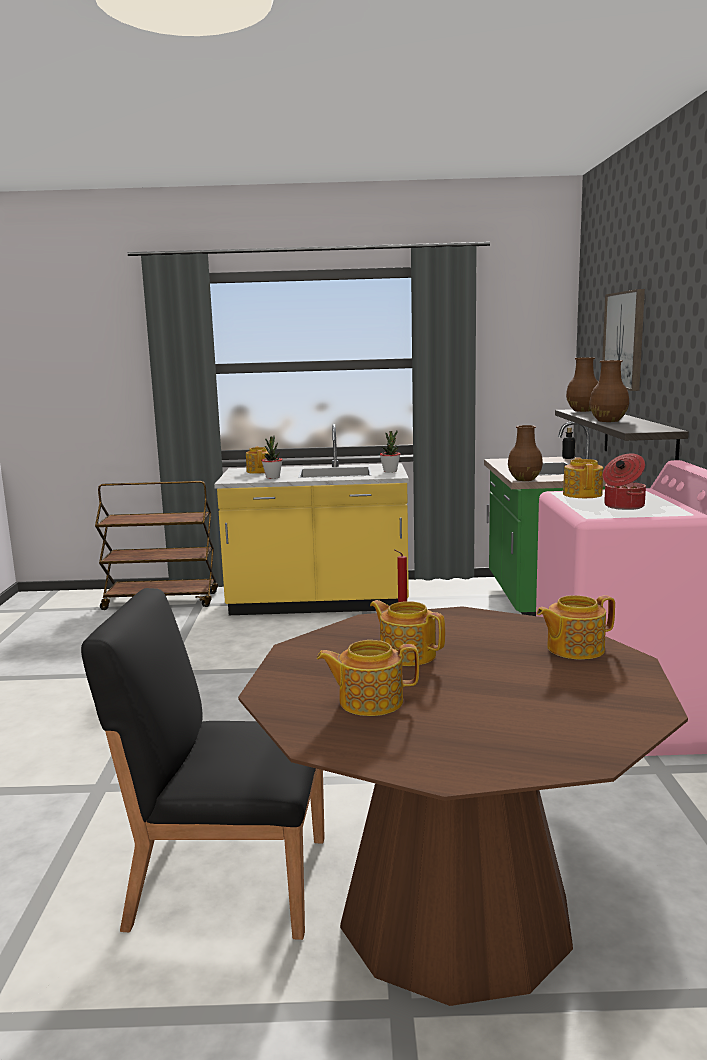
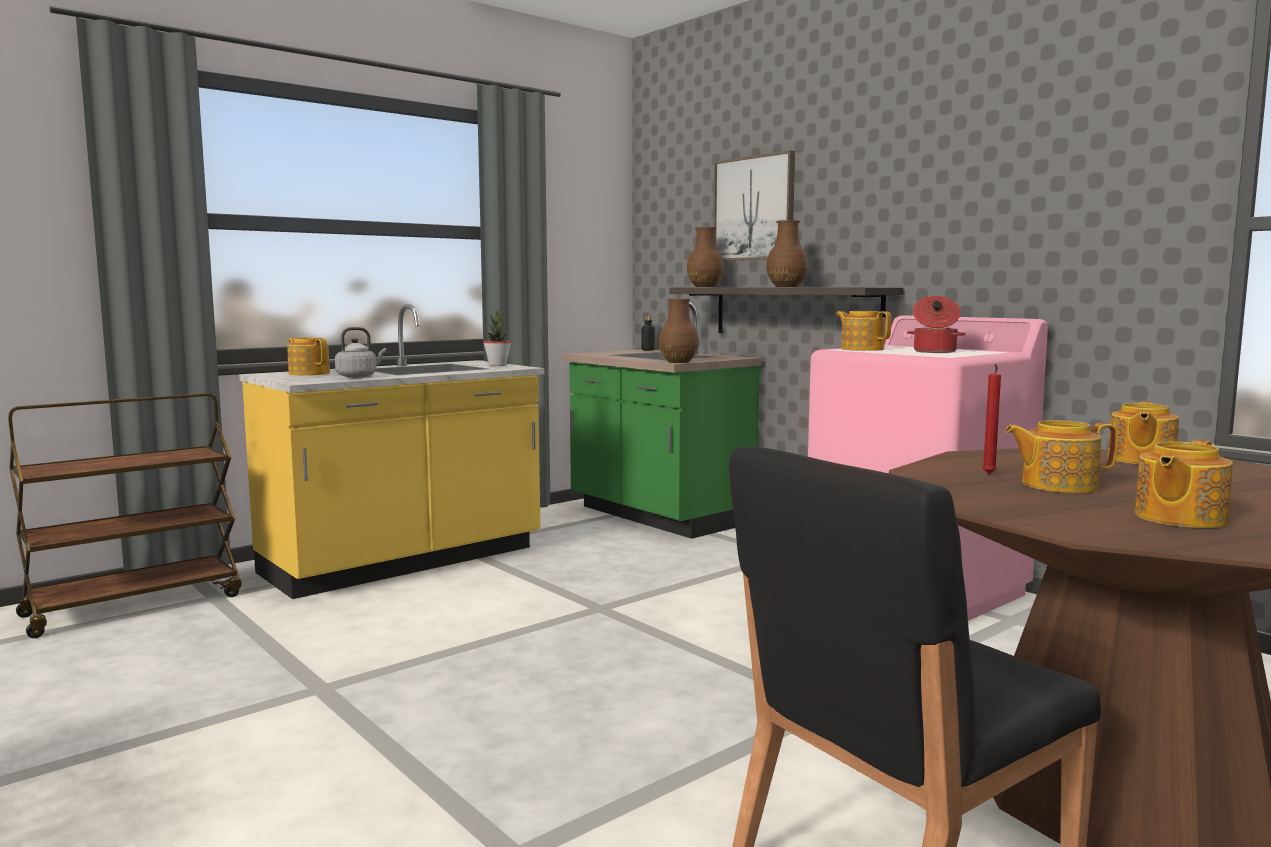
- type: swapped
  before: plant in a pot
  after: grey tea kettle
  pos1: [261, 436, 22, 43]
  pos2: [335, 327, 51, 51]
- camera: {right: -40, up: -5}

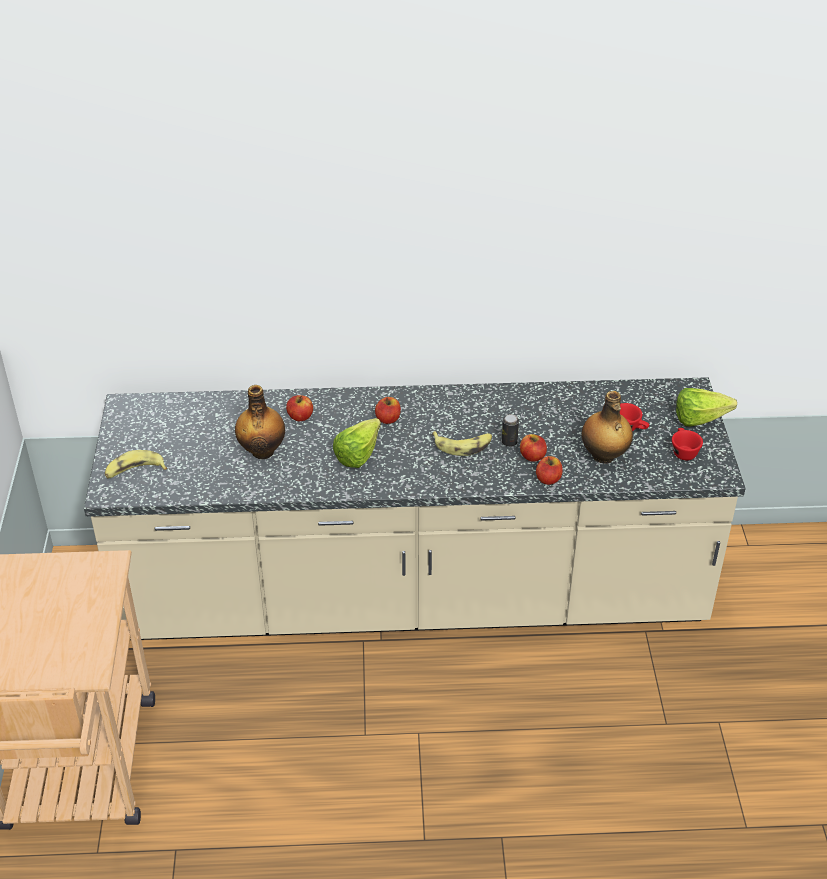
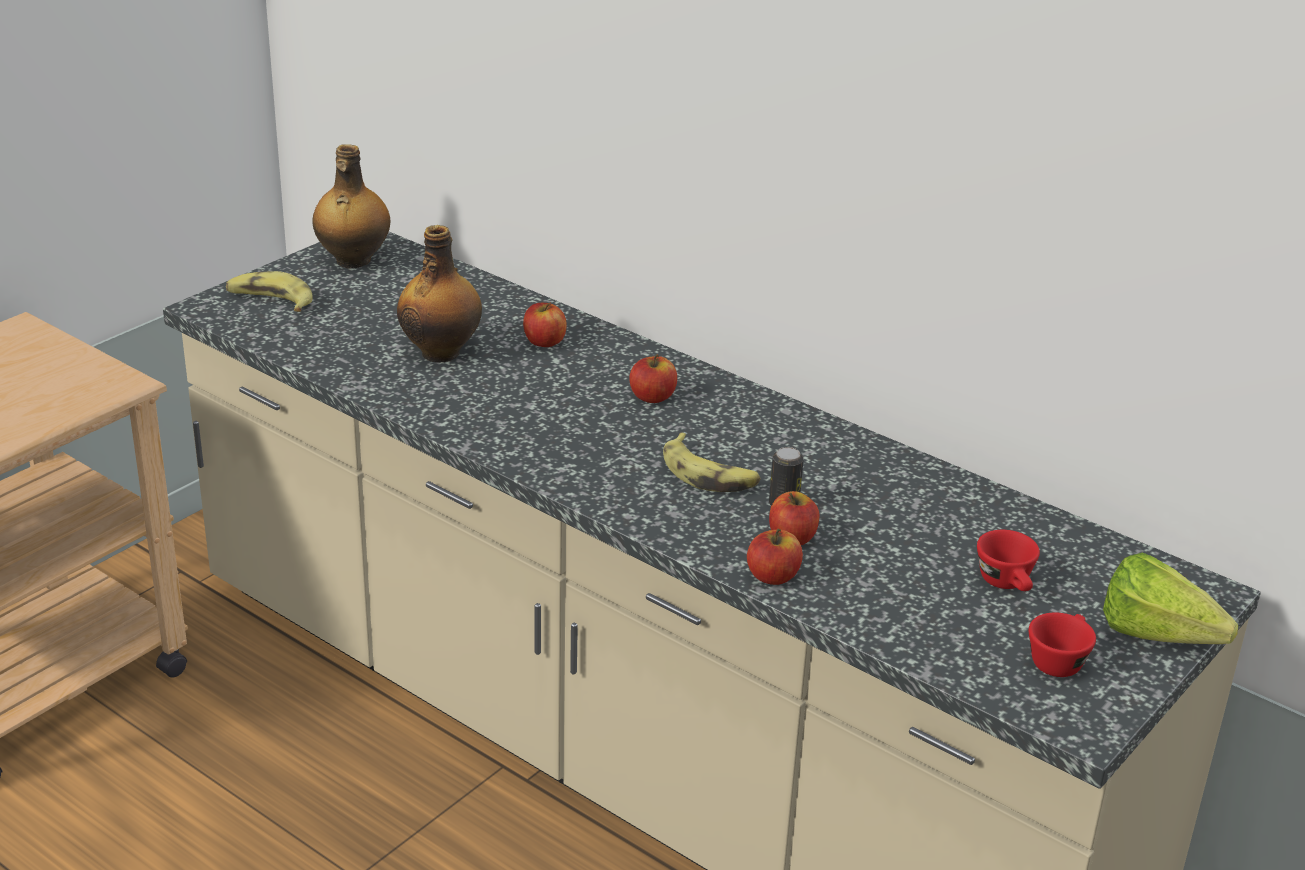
- type: shifted
  before: beverage bottle
  pos1: [582, 391, 51, 72]
  pos2: [312, 144, 78, 124]
- type: gone
  before: lettuce
  pos1: [333, 418, 48, 50]
- camera: {right: 40, up: -10}

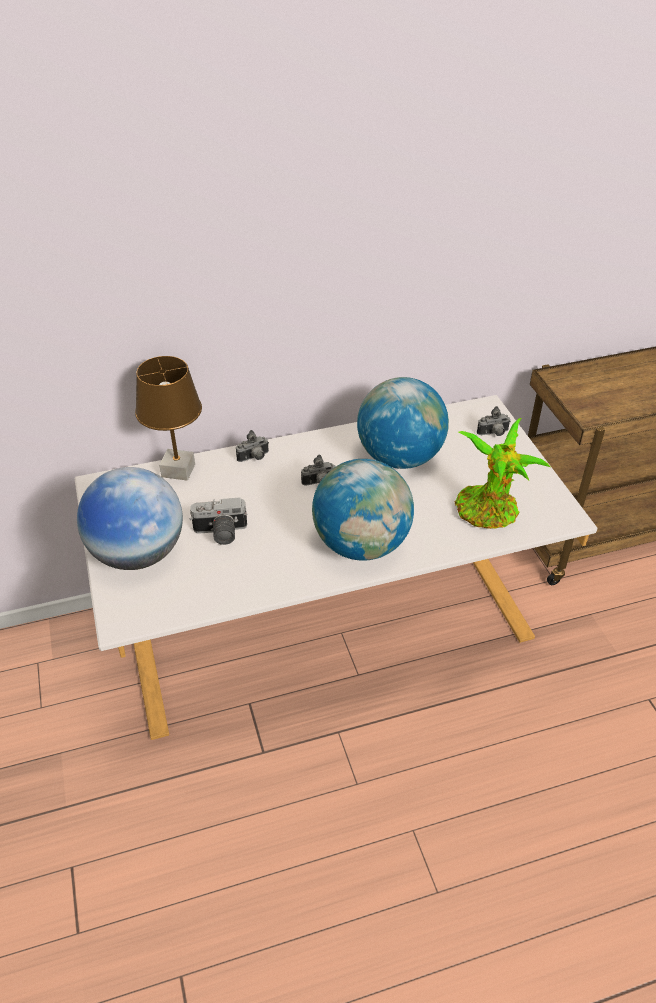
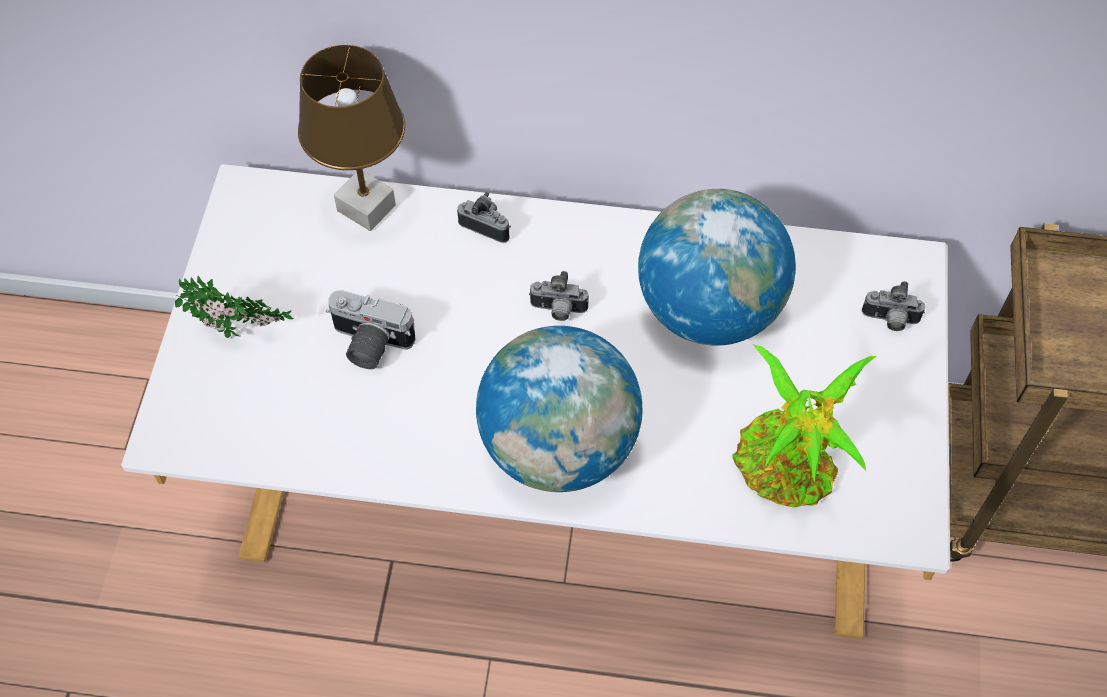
- type: rotated
  before: photo camera
  pos1: [236, 430, 33, 32]
  pos2: [457, 192, 54, 51]
  turn: -150
- type: swapped
  before: globe
  after: plant in a pot
  pos1: [77, 467, 106, 103]
  pos2: [175, 276, 119, 62]
- camera: {right: 25, up: 15}

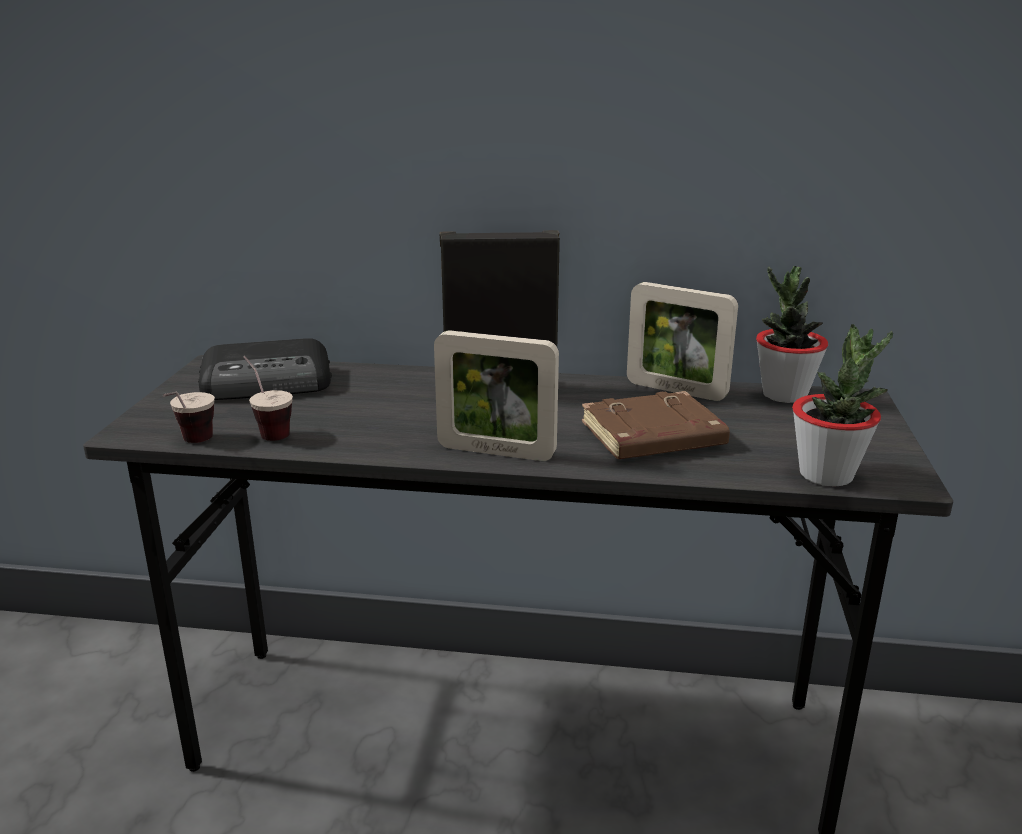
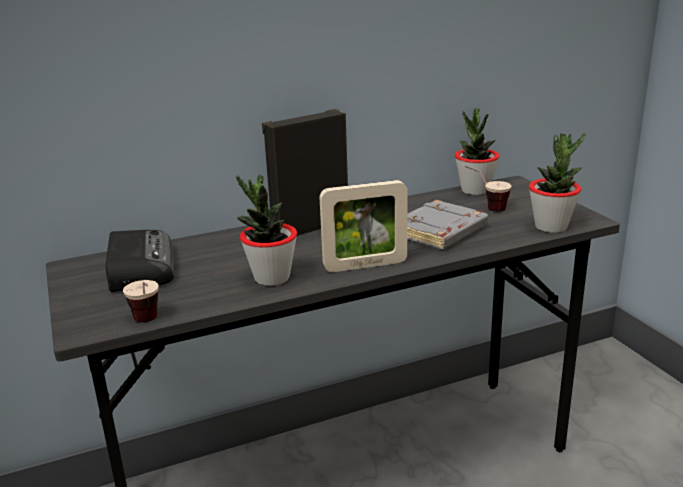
- type: gone
  before: standing frame
  pos1: [627, 282, 111, 119]
- type: rotated
  before: radio
  pos1: [198, 338, 134, 62]
  pos2: [106, 230, 68, 62]
  turn: -60
- type: shifted
  before: small cup
  pos1: [243, 356, 50, 85]
  pos2: [465, 166, 47, 46]
- type: repainted
  before: brownish book
  after: grey book
  pos1: [582, 391, 148, 68]
  pos2: [407, 200, 81, 49]
- type: new
  after: plant in a pot
  pos2: [236, 174, 61, 112]
- camera: {right: -30, up: 0}

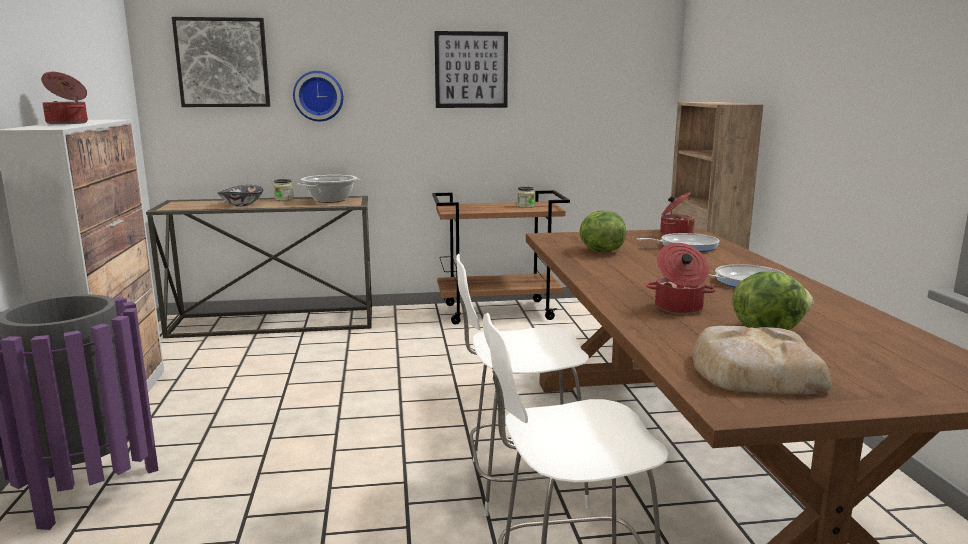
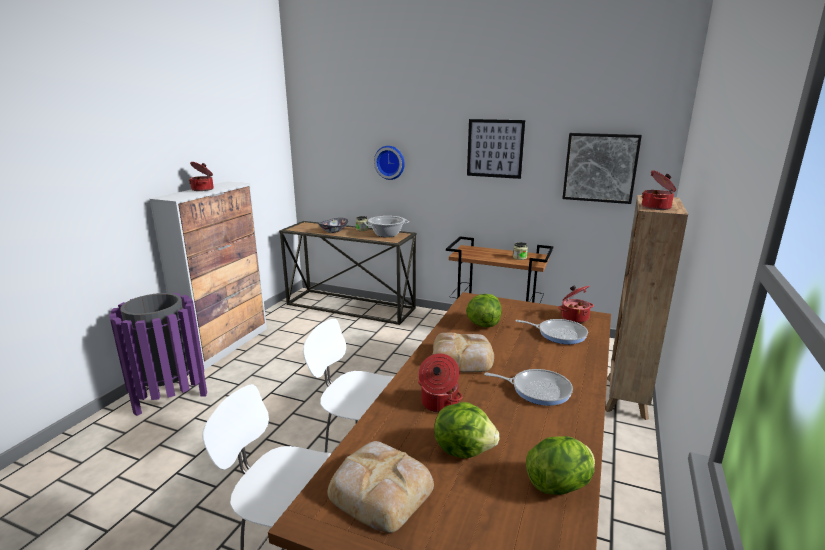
- type: shifted
  before: picture
  pos1: [172, 17, 98, 90]
  pos2: [562, 133, 80, 71]
- type: new
  after: saucepot
  pos2: [642, 170, 34, 40]
- type: new
  after: baked bread
  pos2: [432, 333, 62, 39]
- type: new
  after: lettuce
  pos2: [526, 436, 69, 59]
- camera: {right: 30, up: 5}

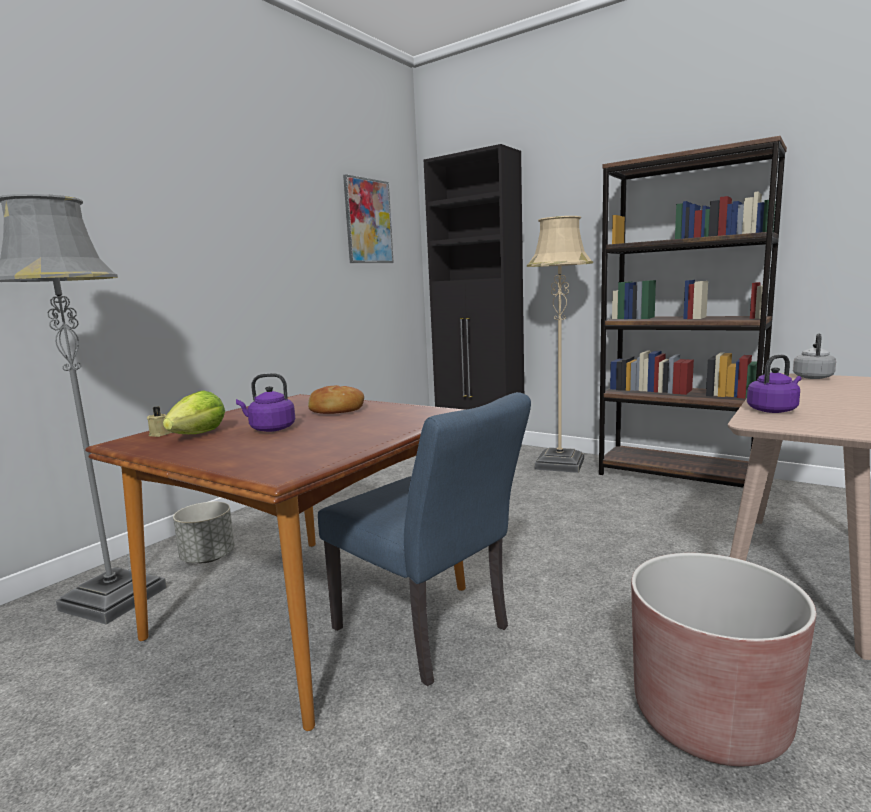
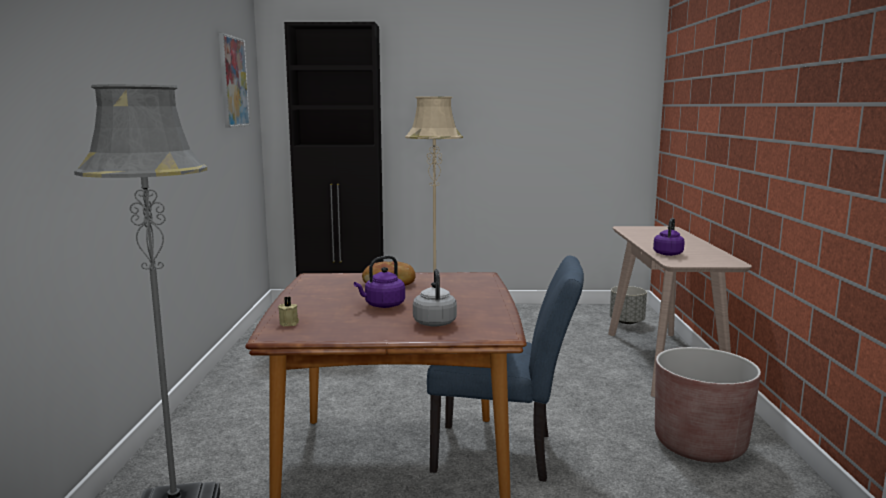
- type: gone
  before: brownish bookcase
  pos1: [599, 136, 188, 352]
- type: shifted
  before: grey tea kettle
  pos1: [793, 333, 43, 46]
  pos2: [413, 269, 44, 58]
- type: gone
  before: lettuce
  pos1: [163, 390, 62, 44]
- type: shifted
  before: grey planter
  pos1: [173, 502, 62, 61]
  pos2: [610, 286, 37, 38]
- camera: {right: -35, up: 0}

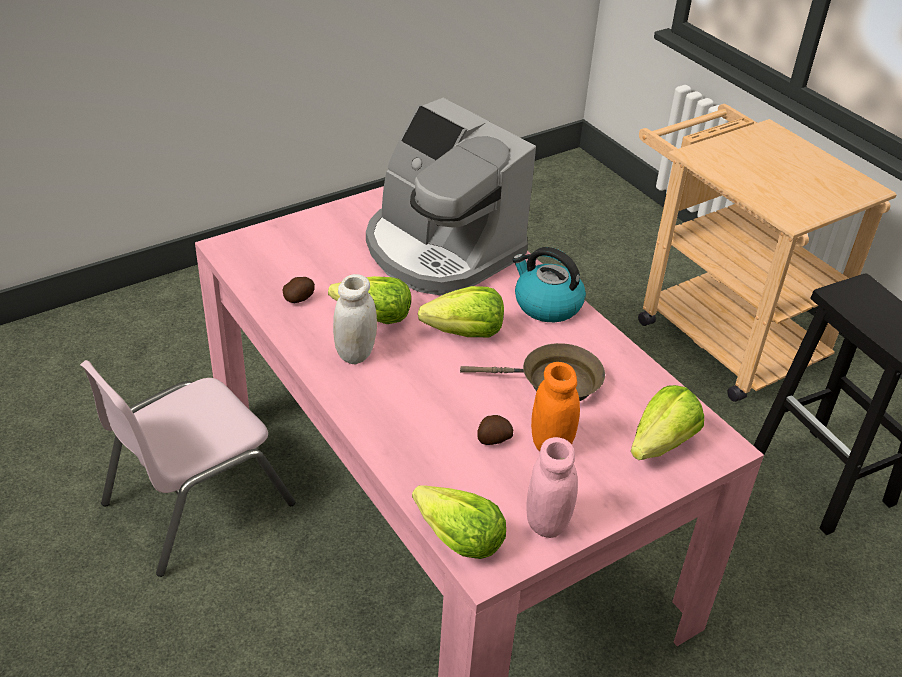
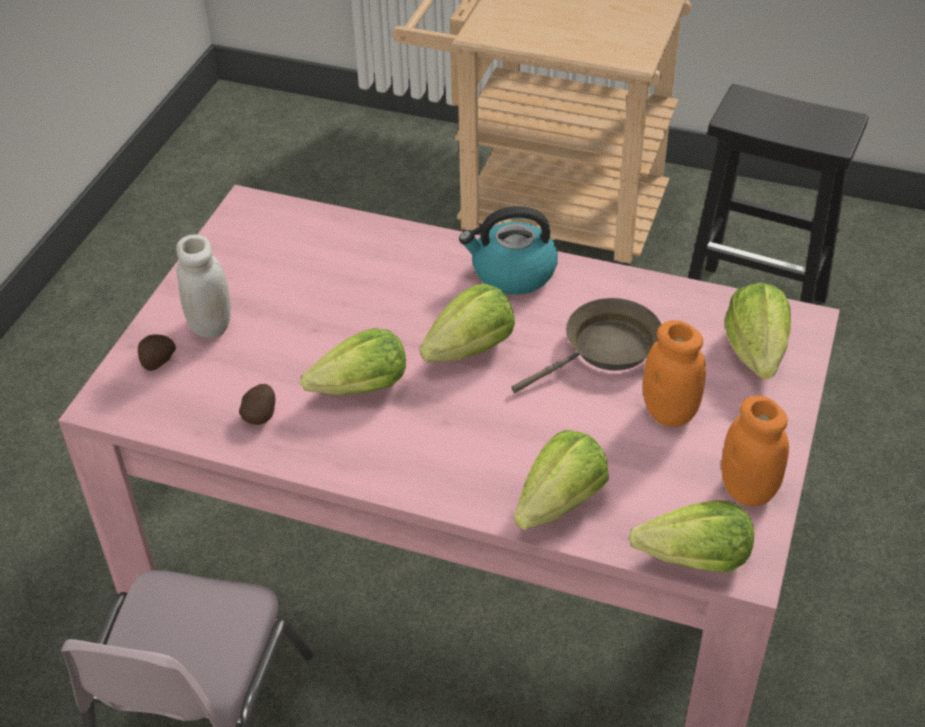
- type: gone
  before: coffee maker
  pos1: [366, 98, 170, 197]
- type: shifted
  before: white-coloured jar
  pos1: [333, 274, 44, 90]
  pos2: [176, 235, 55, 103]
- type: shifted
  before: potato
  pos1: [477, 415, 36, 30]
  pos2: [138, 334, 38, 37]
- type: repainted
  before: pink jar
  after: orange-coloured jar
  pos1: [526, 437, 52, 101]
  pos2: [721, 395, 68, 111]
- type: new
  after: lettuce
  pos2: [514, 430, 95, 100]
- camera: {right: -35, up: 5}

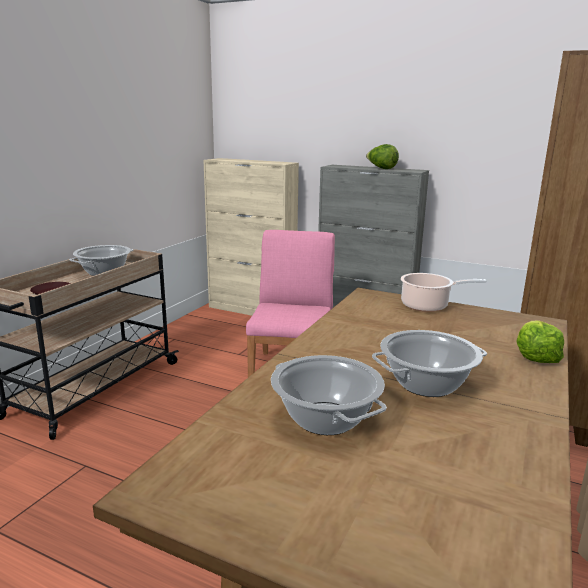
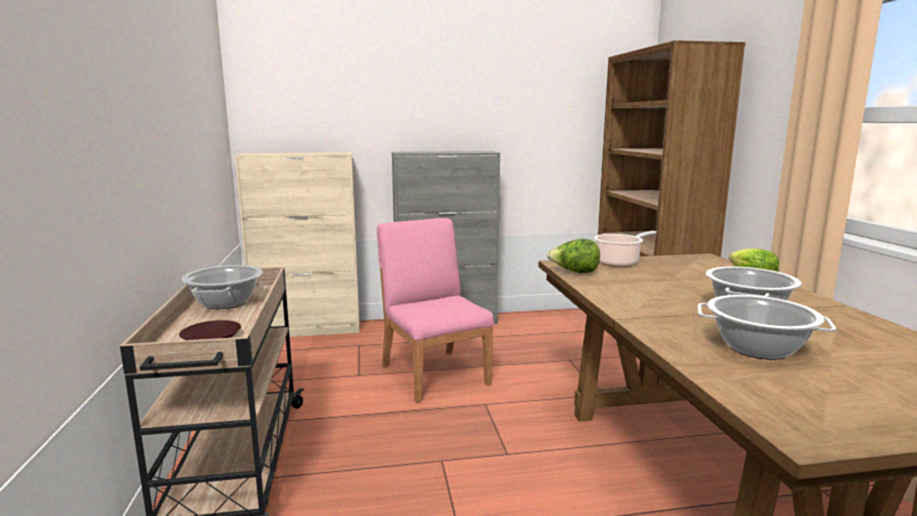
- type: shifted
  before: lettuce
  pos1: [366, 144, 33, 25]
  pos2: [547, 239, 53, 34]
- camera: {right: -35, up: -5}

